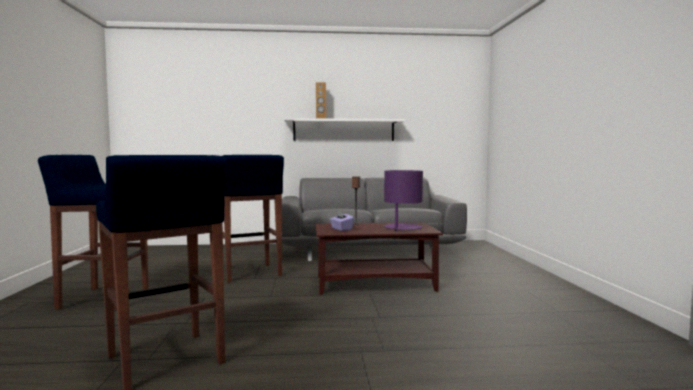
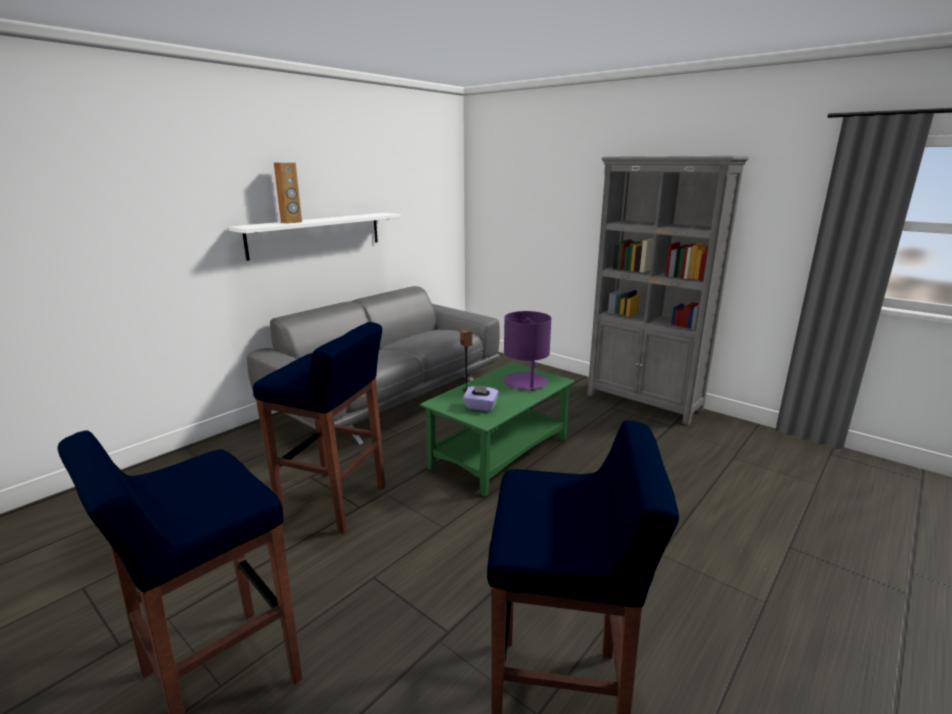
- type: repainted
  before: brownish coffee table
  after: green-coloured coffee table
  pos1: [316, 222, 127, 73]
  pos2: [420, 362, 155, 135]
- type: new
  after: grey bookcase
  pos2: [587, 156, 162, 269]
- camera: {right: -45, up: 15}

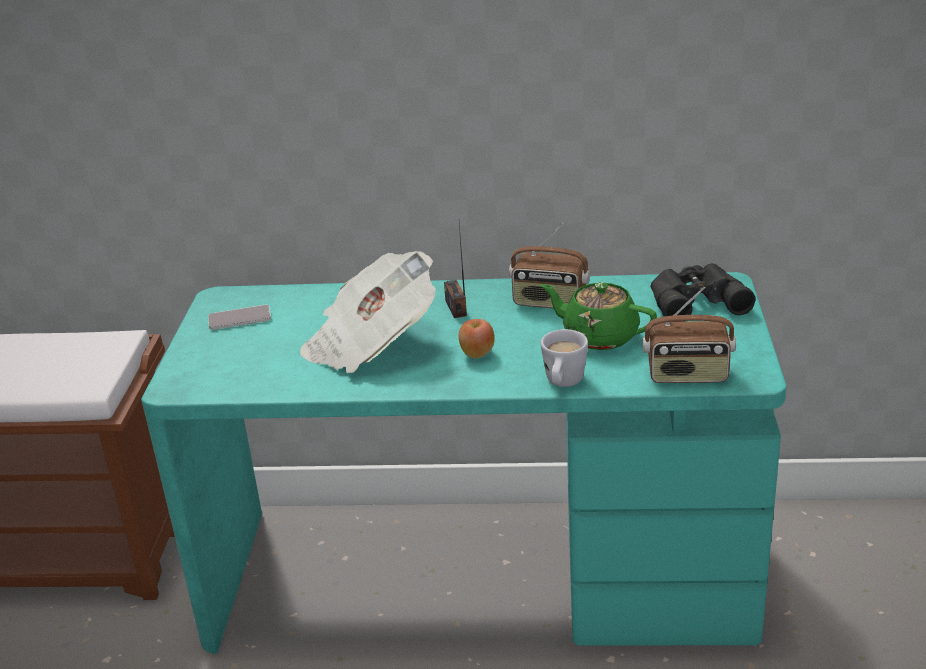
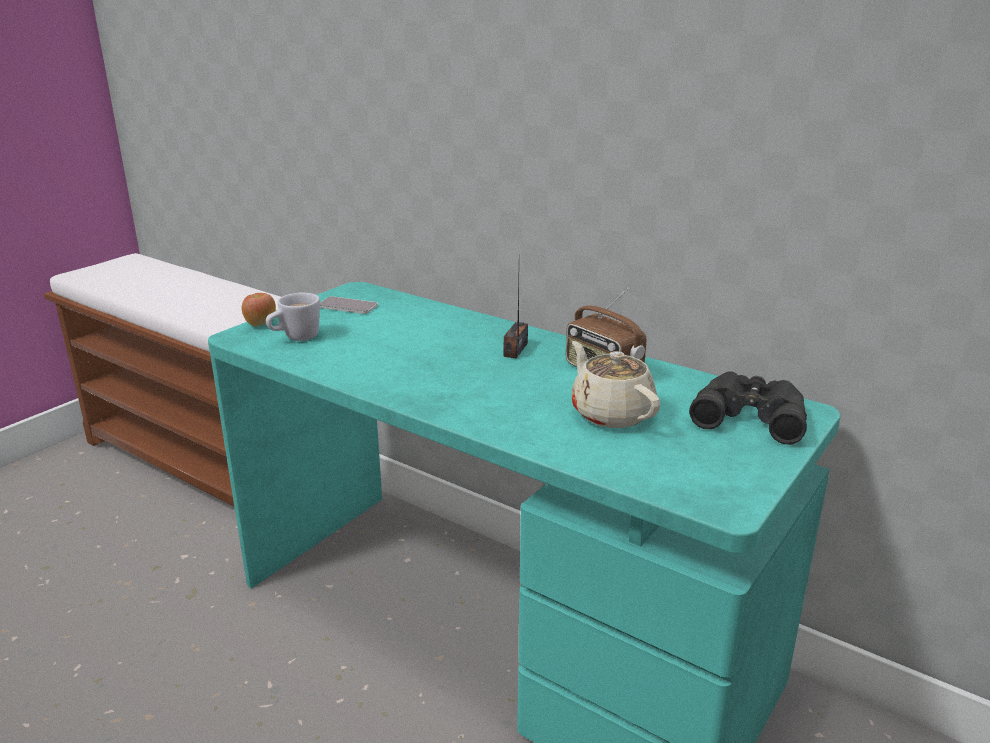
- type: gone
  before: daily paper
  pos1: [300, 251, 136, 122]
- type: repainted
  before: green-coloured teapot
  after: beige-coloured teapot
  pos1: [541, 282, 116, 68]
  pos2: [571, 341, 89, 87]
- type: gone
  before: radio
  pos1: [643, 287, 93, 96]
- type: shifted
  before: apple fruit
  pos1: [458, 319, 37, 40]
  pos2: [242, 293, 34, 34]
- type: shifted
  before: white-coloured tea mug
  pos1: [541, 329, 47, 58]
  pos2: [266, 293, 54, 48]
- camera: {right: 30, up: -5}

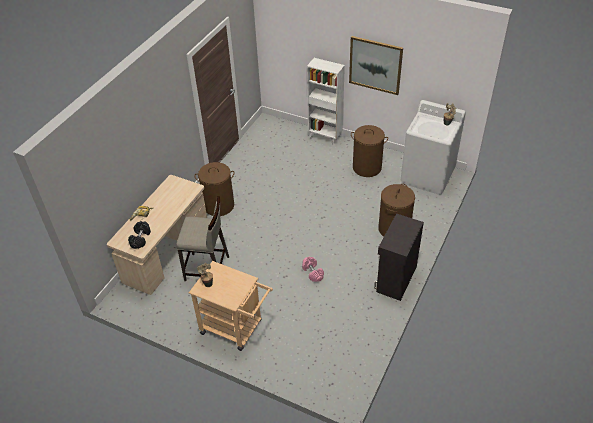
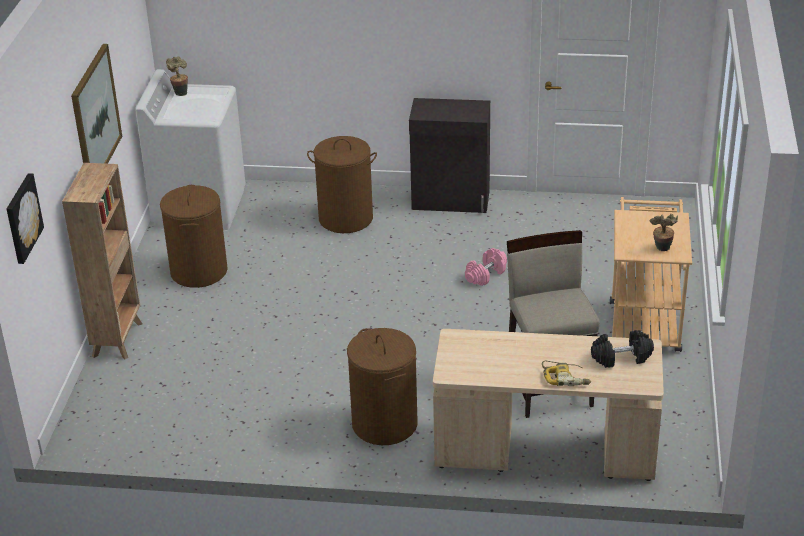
- type: repainted
  before: white-coloured bookcase
  after: brownish bookcase
  pos1: [307, 58, 38, 88]
  pos2: [62, 163, 80, 196]
- type: new
  after: picture
  pos2: [7, 173, 37, 91]
- camera: {right: -110, up: -10}

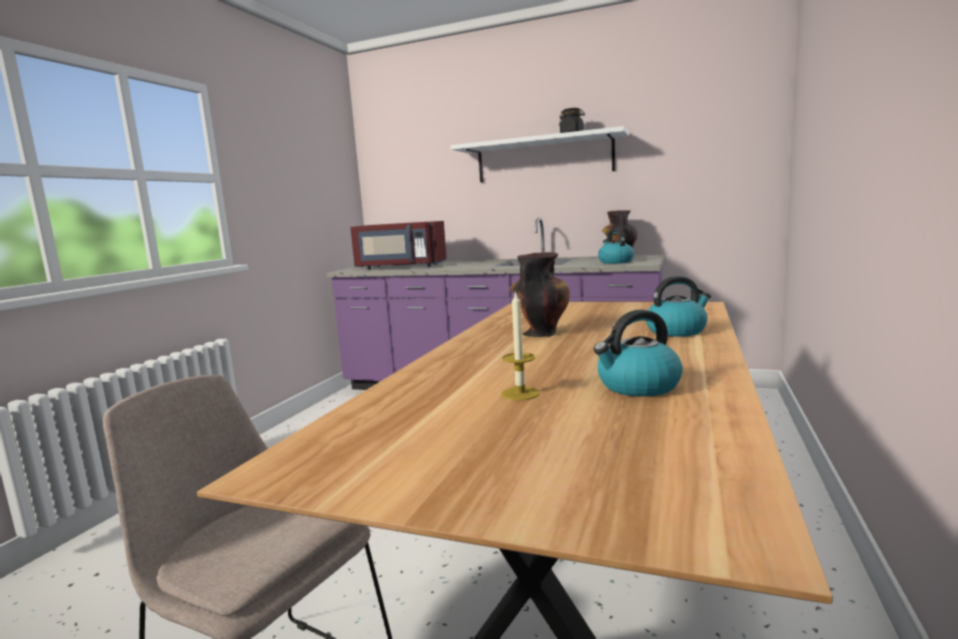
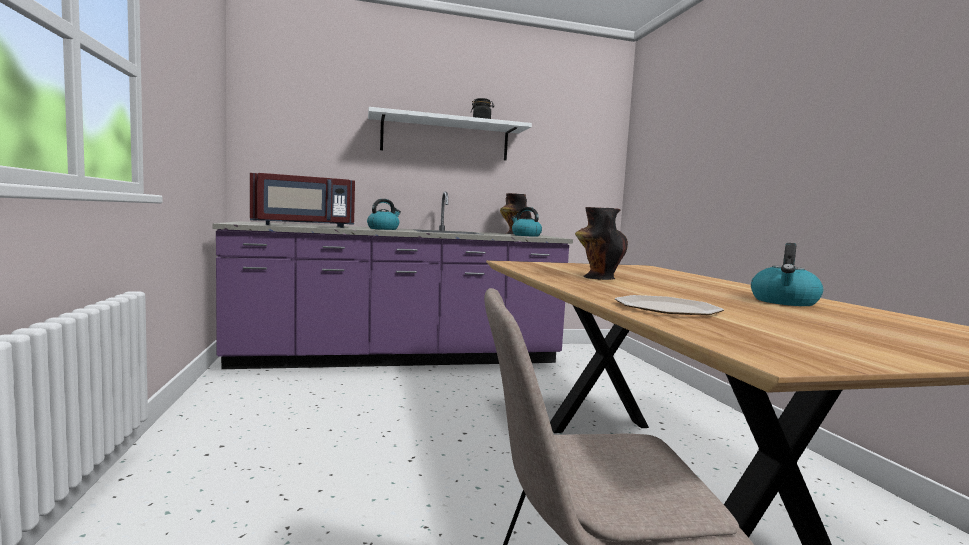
- type: shifted
  before: tea kettle
  pos1: [646, 276, 65, 61]
  pos2: [367, 199, 34, 31]
- type: gone
  before: wax candle
  pos1: [501, 291, 39, 109]
- type: new
  after: plate
  pos2: [615, 295, 109, 20]
- camera: {right: -35, up: -5}

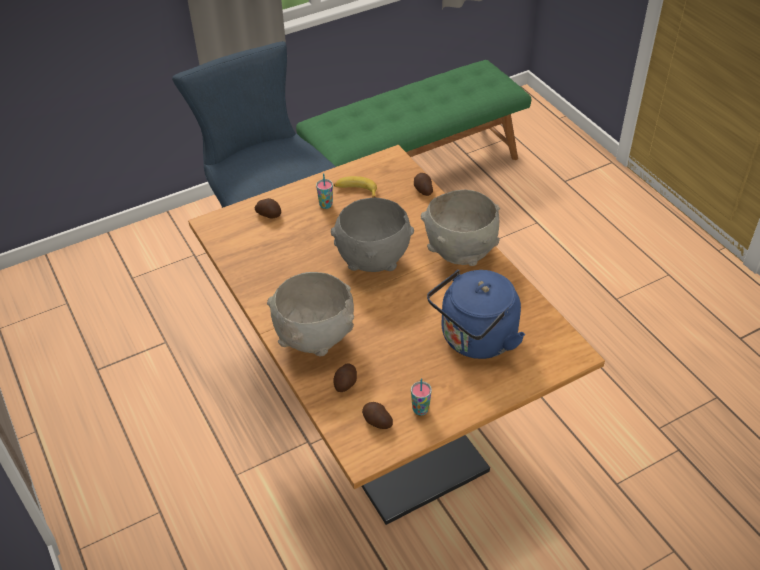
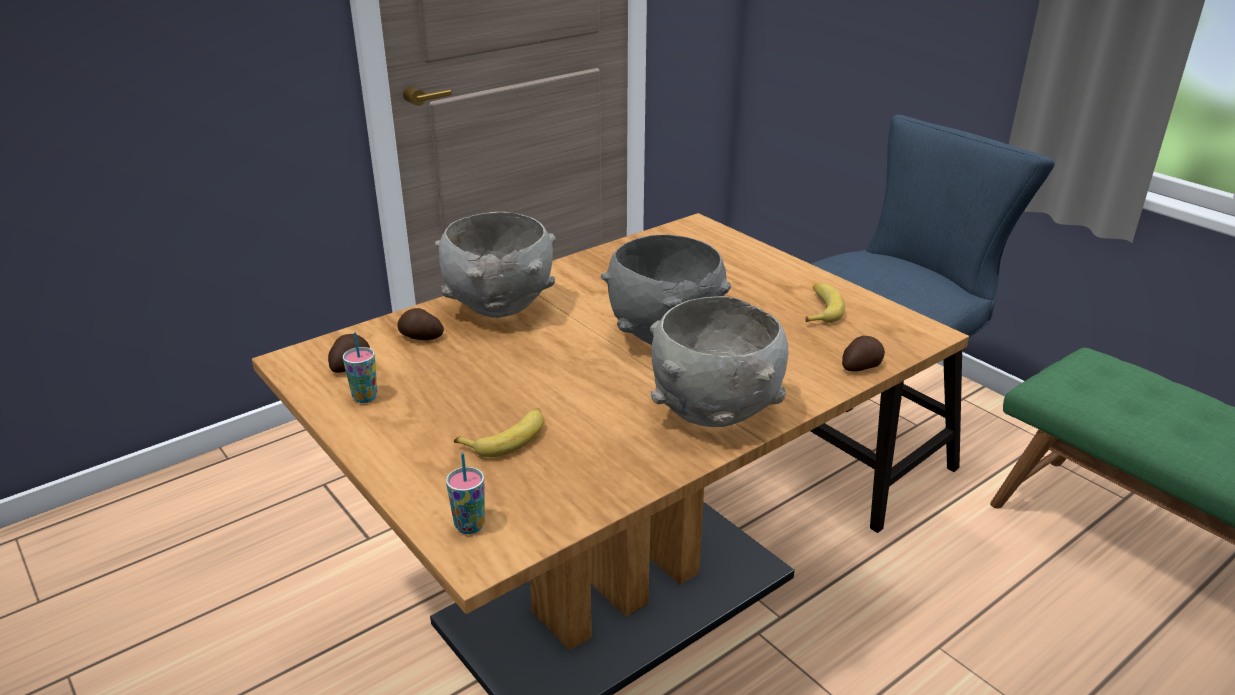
- type: shifted
  before: small cup
  pos1: [316, 173, 17, 36]
  pos2: [446, 453, 39, 81]
- type: gone
  before: potato
  pos1: [255, 198, 26, 20]
- type: swapped
  before: blue tea kettle
  after: whole banana
  pos1: [427, 270, 98, 89]
  pos2: [454, 408, 90, 49]
- camera: {right: 80, up: -15}

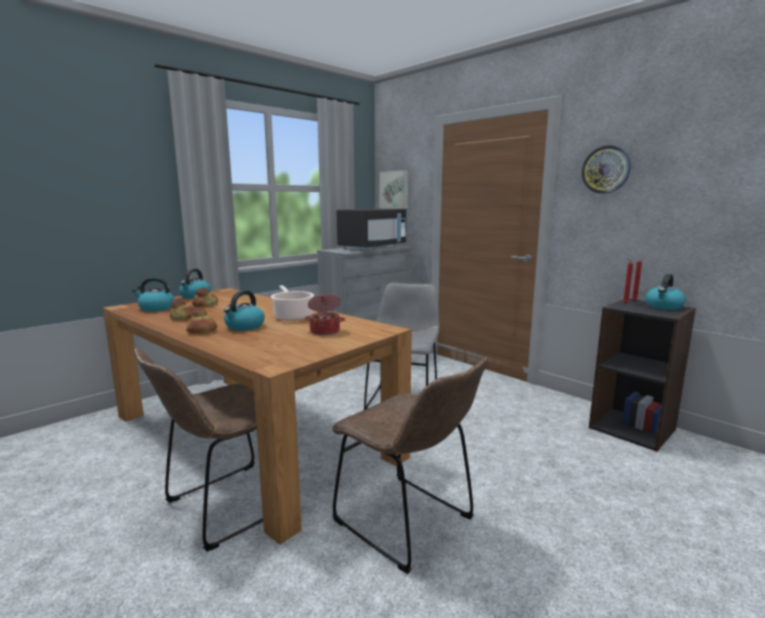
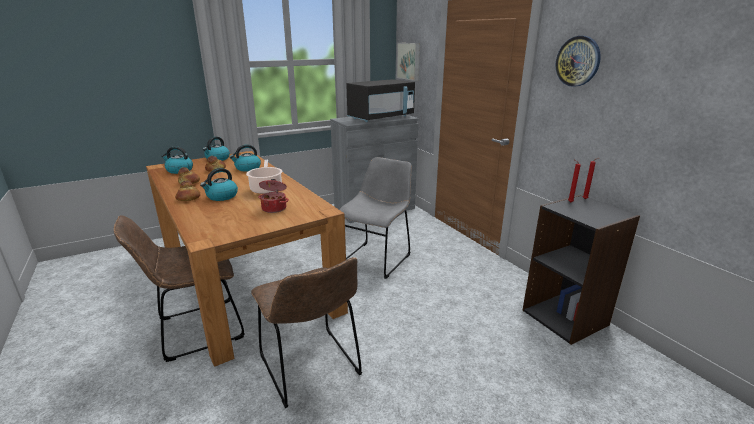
- type: shifted
  before: tea kettle
  pos1: [645, 274, 41, 36]
  pos2: [230, 145, 31, 27]
- camera: {right: 15, up: 10}

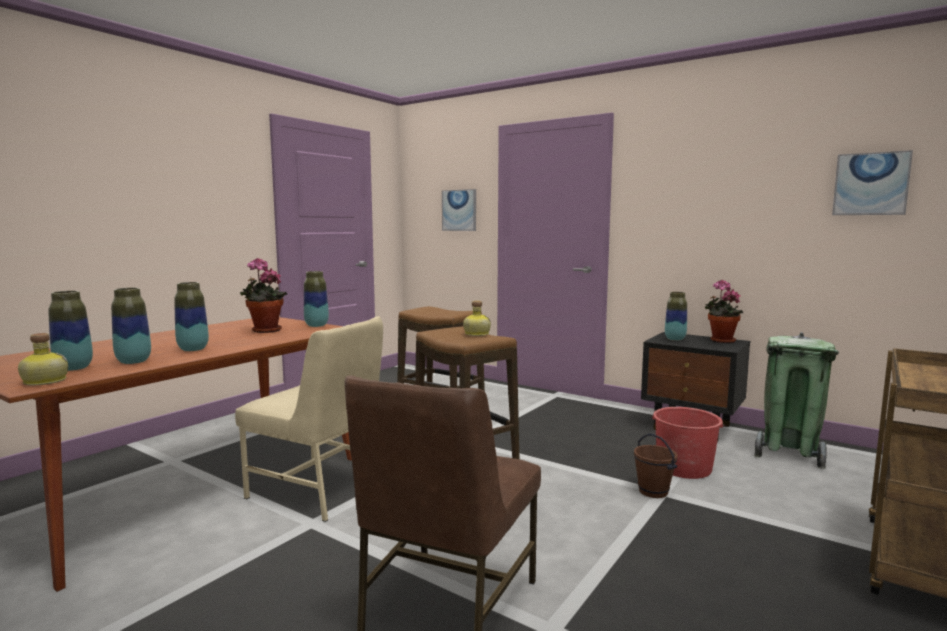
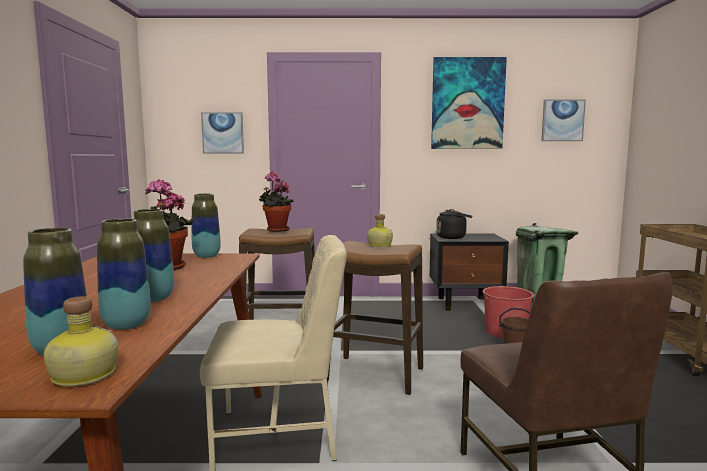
- type: shifted
  before: plant in a pot
  pos1: [705, 280, 39, 63]
  pos2: [259, 172, 35, 60]
- type: swapped
  before: flower vase
  after: blackish tea kettle
  pos1: [665, 292, 22, 49]
  pos2: [436, 209, 36, 30]
- type: new
  after: picture
  pos2: [431, 57, 76, 92]
- camera: {right: -35, up: 0}

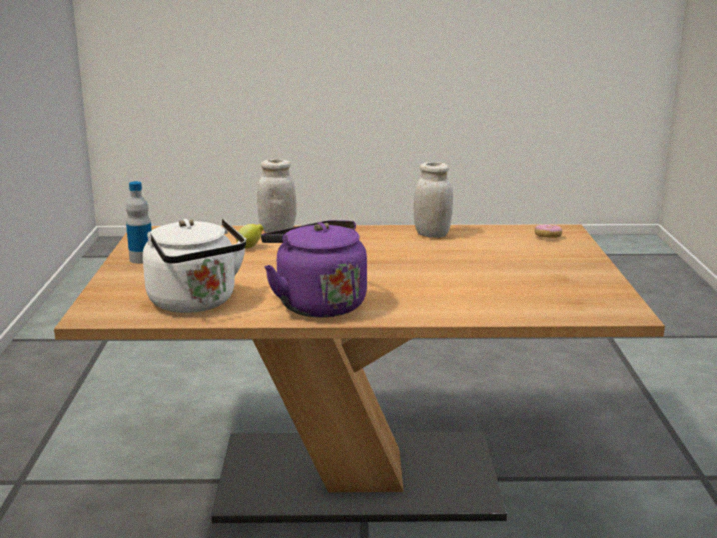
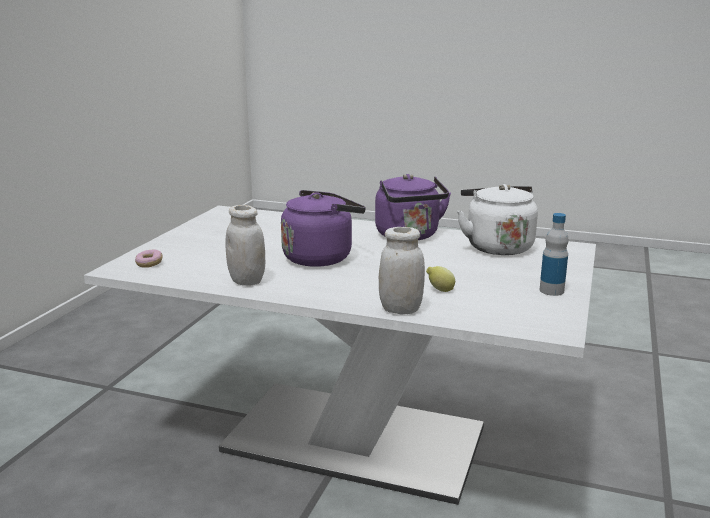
- type: repainted
  before: brownish dining table
  after: white-coloured dining table
  pos1: [54, 224, 611, 299]
  pos2: [84, 205, 512, 300]
- type: new
  after: purple-coloured tea kettle
  pos2: [281, 190, 85, 77]
- camera: {right: -160, up: 0}

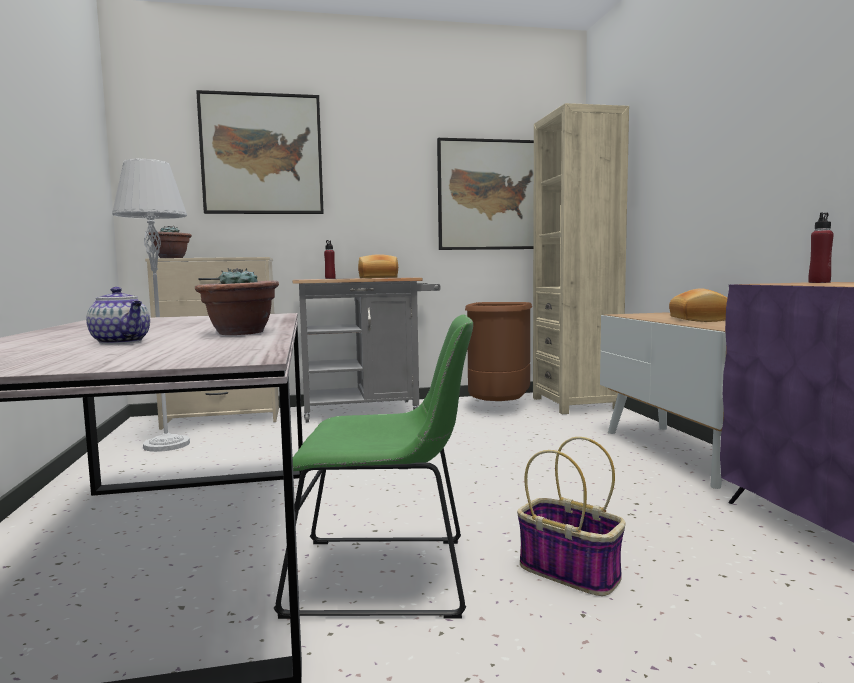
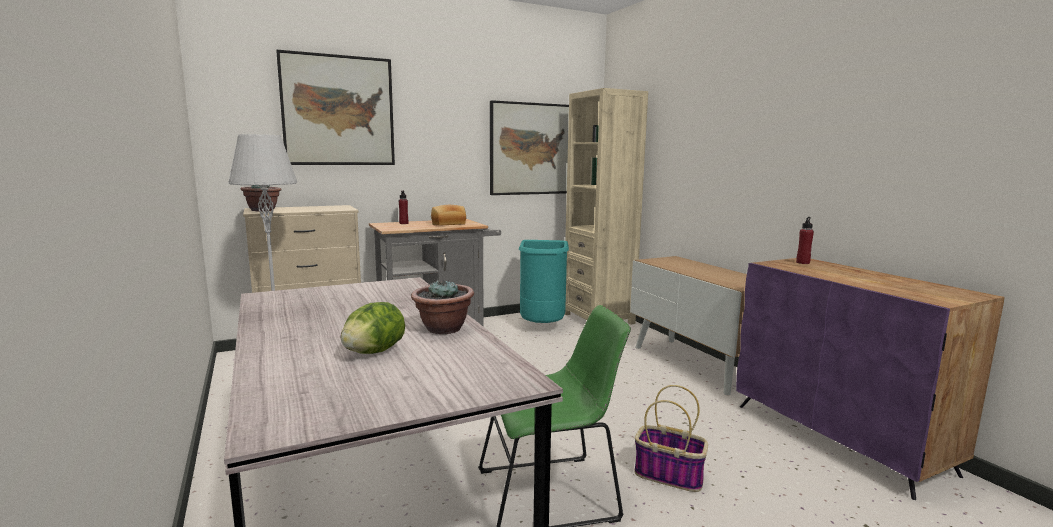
- type: swapped
  before: teapot
  after: lettuce
  pos1: [86, 287, 64, 57]
  pos2: [341, 302, 64, 52]
- type: gone
  before: baked bread
  pos1: [669, 288, 58, 34]
- type: repainted
  before: brownish rubbish bin
  after: turquoise rubbish bin
  pos1: [465, 302, 67, 99]
  pos2: [519, 240, 50, 83]
- camera: {right: -15, up: 5}

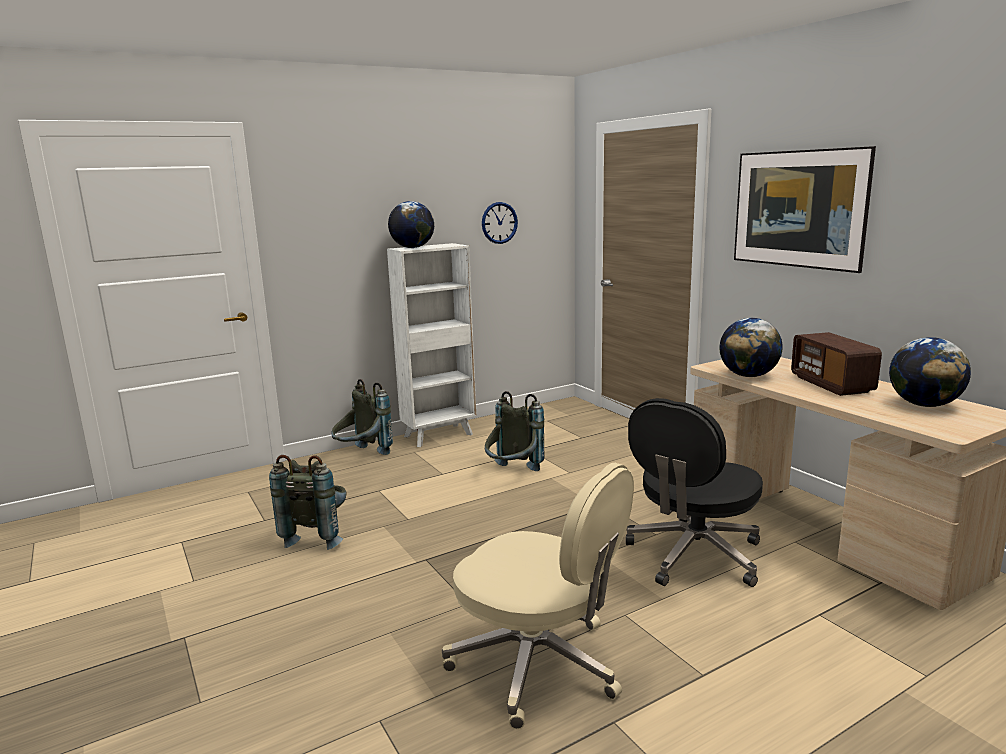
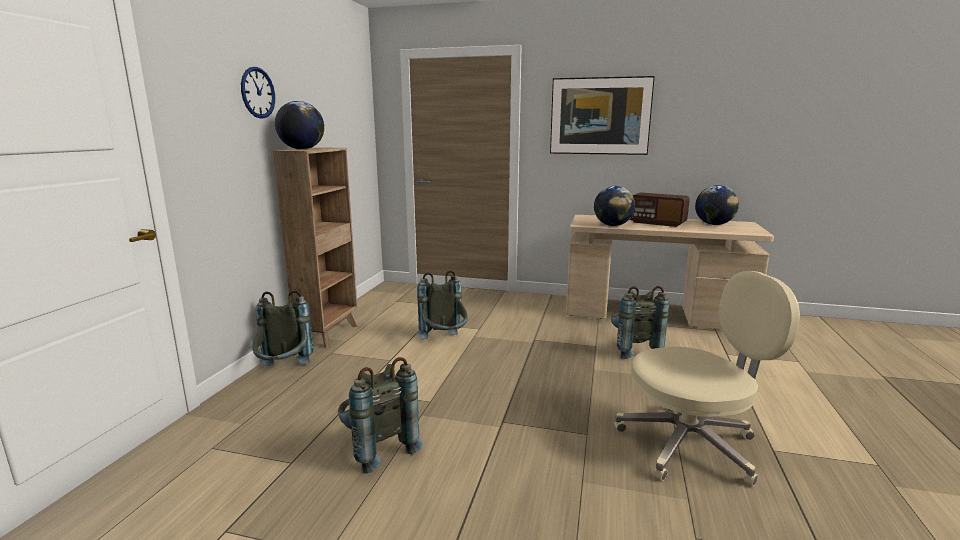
- type: shifted
  before: hanging clock
  pos1: [482, 202, 36, 42]
  pos2: [241, 67, 34, 52]
- type: repainted
  before: white-coloured bookcase
  after: brownish bookcase
  pos1: [387, 243, 90, 204]
  pos2: [273, 147, 85, 201]
- type: swapped
  before: blackish desk chair
  after: grey backpack
  pos1: [626, 398, 137, 189]
  pos2: [611, 286, 58, 73]
- camera: {right: -45, up: 0}

